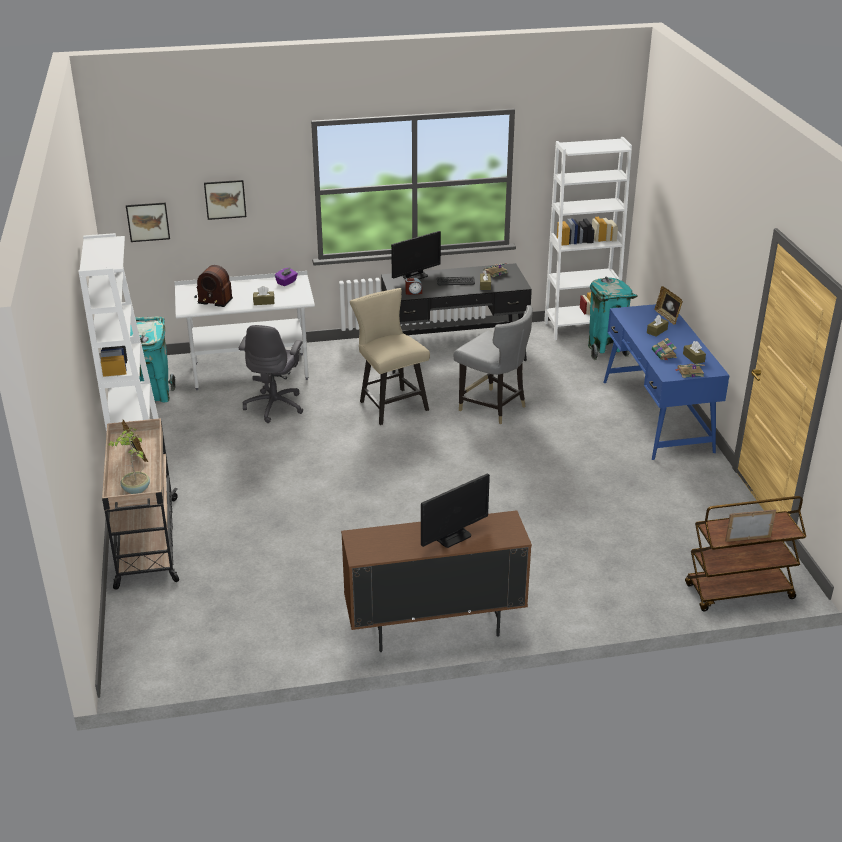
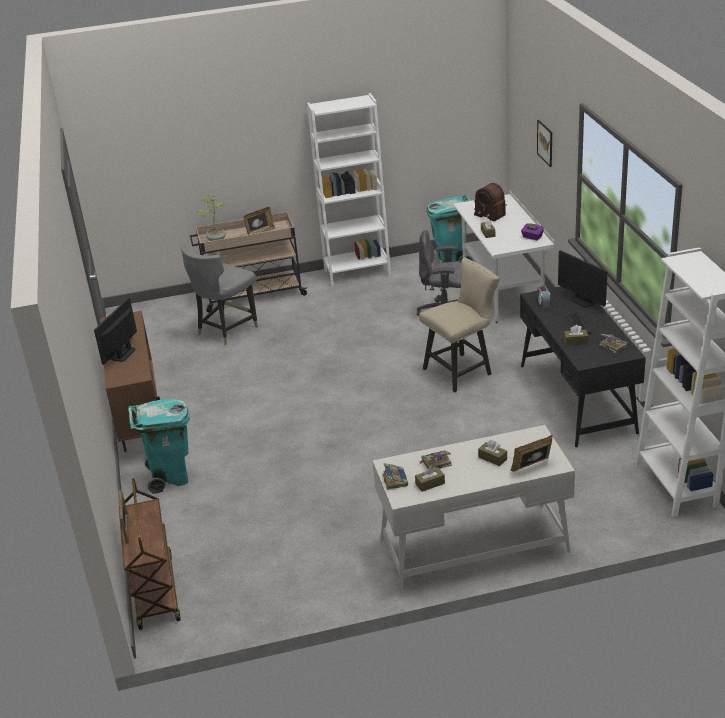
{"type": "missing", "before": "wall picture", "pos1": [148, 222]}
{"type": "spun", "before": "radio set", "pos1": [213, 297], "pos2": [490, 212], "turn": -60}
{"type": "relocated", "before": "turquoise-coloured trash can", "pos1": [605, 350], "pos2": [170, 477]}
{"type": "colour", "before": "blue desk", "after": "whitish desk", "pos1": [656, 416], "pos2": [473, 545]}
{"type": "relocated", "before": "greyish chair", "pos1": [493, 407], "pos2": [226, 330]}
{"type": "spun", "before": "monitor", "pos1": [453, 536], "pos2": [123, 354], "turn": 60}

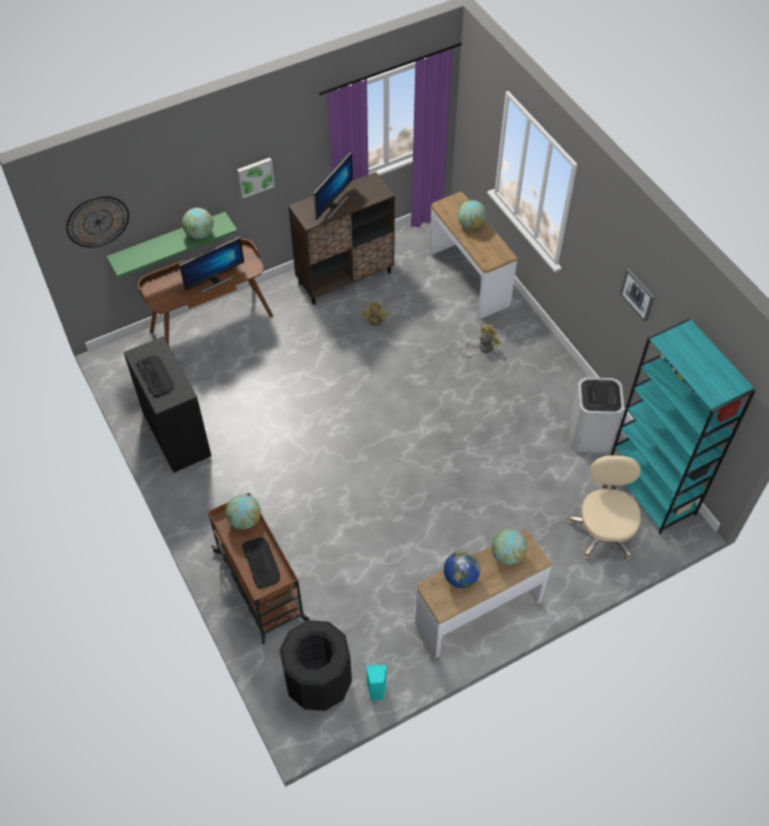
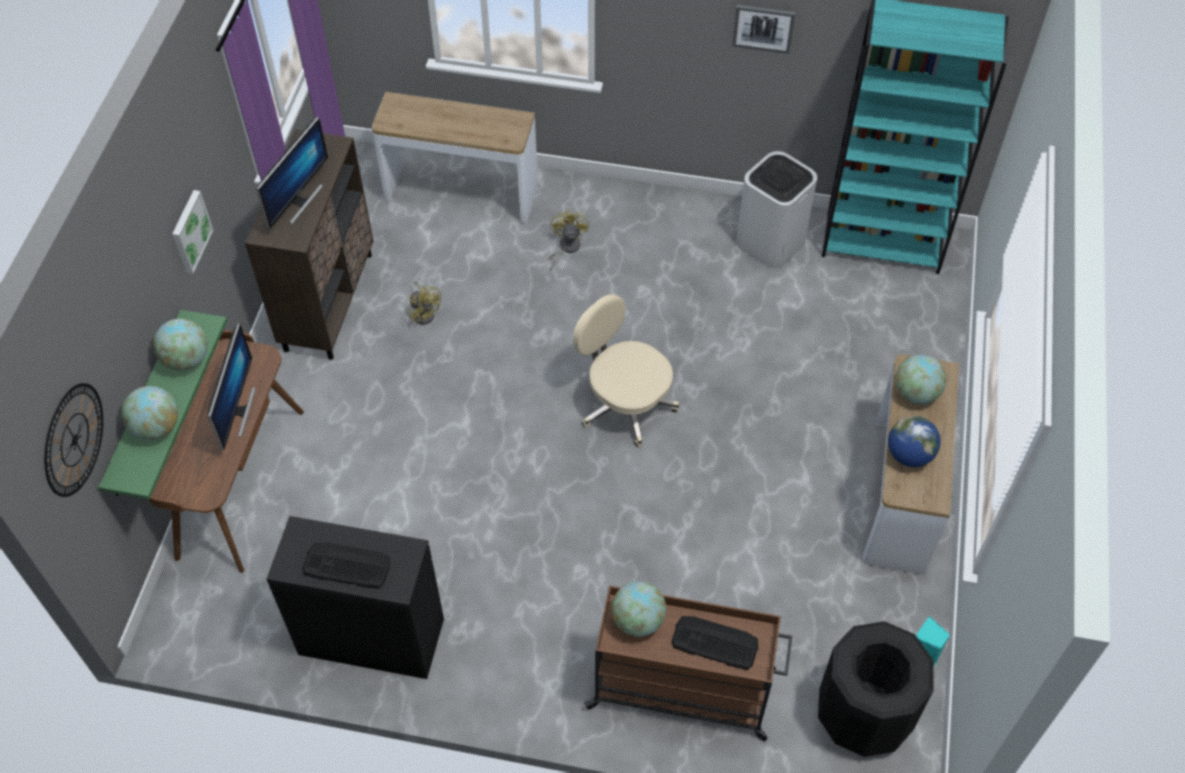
{"type": "spun", "before": "monitor", "pos1": [333, 205], "pos2": [299, 201], "turn": 45}
{"type": "relocated", "before": "world globe", "pos1": [471, 225], "pos2": [156, 427]}
{"type": "relocated", "before": "beige-coloured desk chair", "pos1": [604, 530], "pos2": [625, 404]}

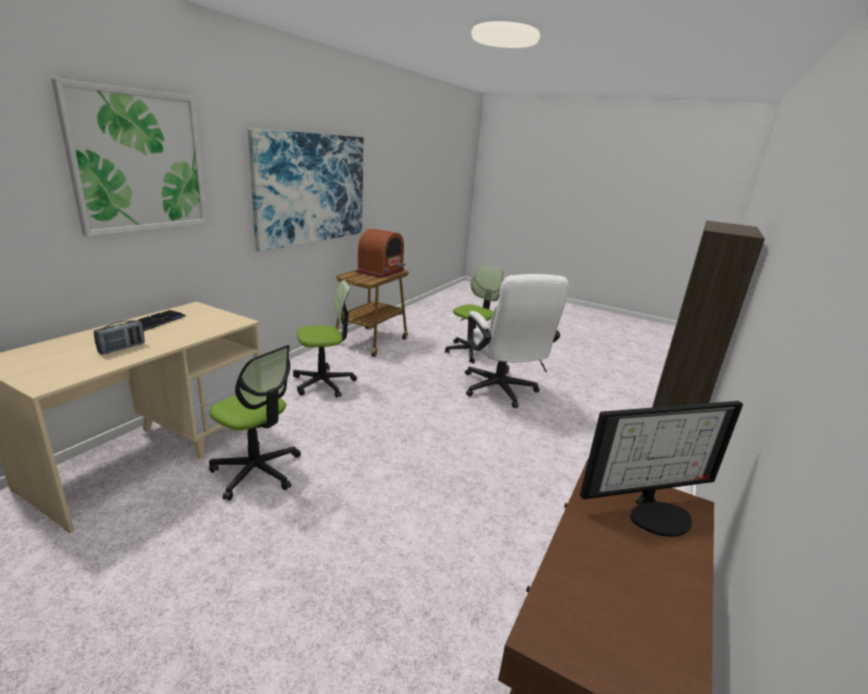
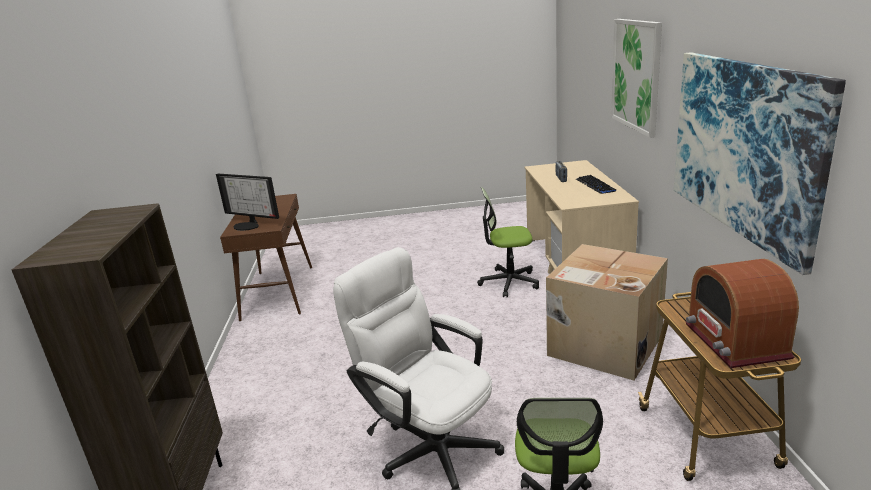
{"type": "exchanged", "before": "desk chair", "after": "packing box", "pos1": [324, 383], "pos2": [603, 345]}
{"type": "spun", "before": "monitor", "pos1": [657, 513], "pos2": [248, 225], "turn": -105}

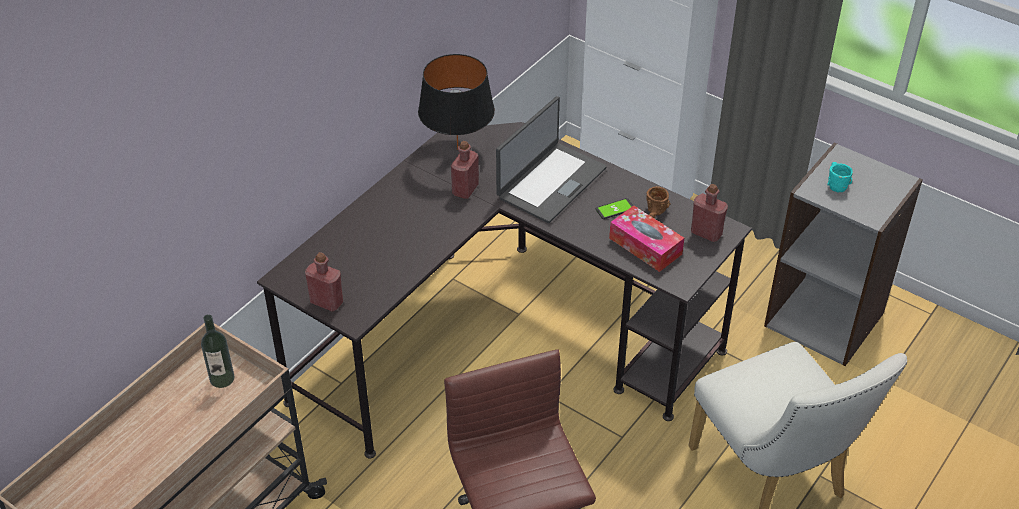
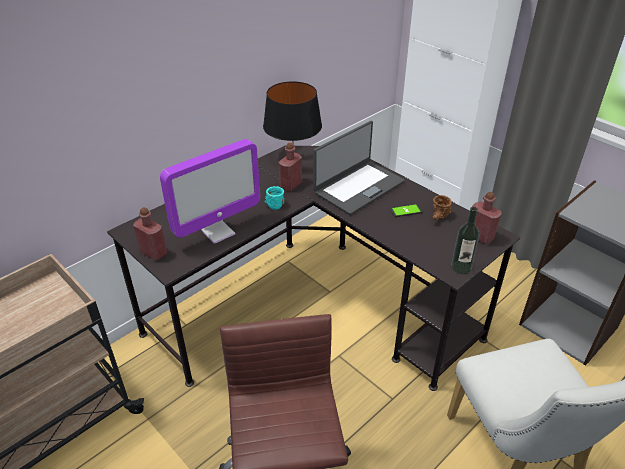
{"type": "relocated", "before": "turquoise-coloured mug", "pos1": [834, 182], "pos2": [275, 202]}
{"type": "missing", "before": "tissue holder", "pos1": [645, 246]}
{"type": "relocated", "before": "drink bottle", "pos1": [222, 378], "pos2": [461, 267]}
{"type": "appeared", "after": "monitor", "pos2": [218, 232]}

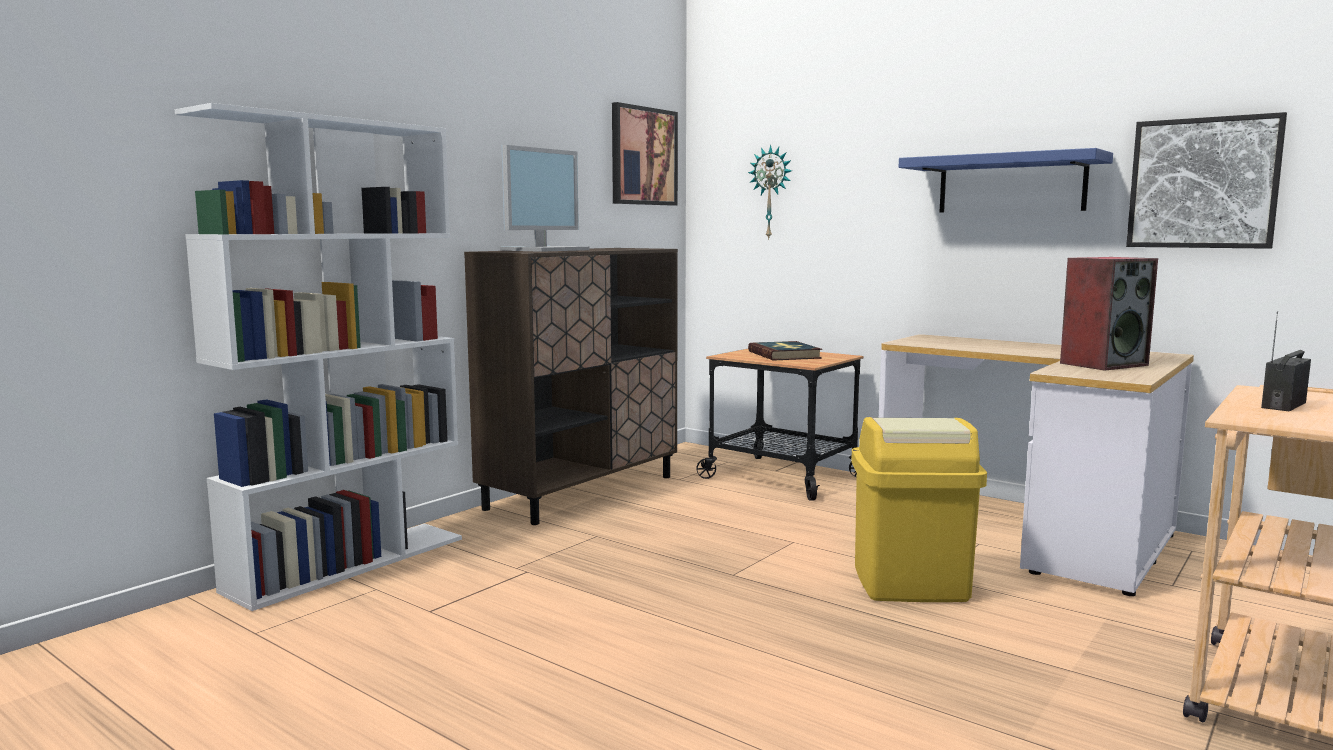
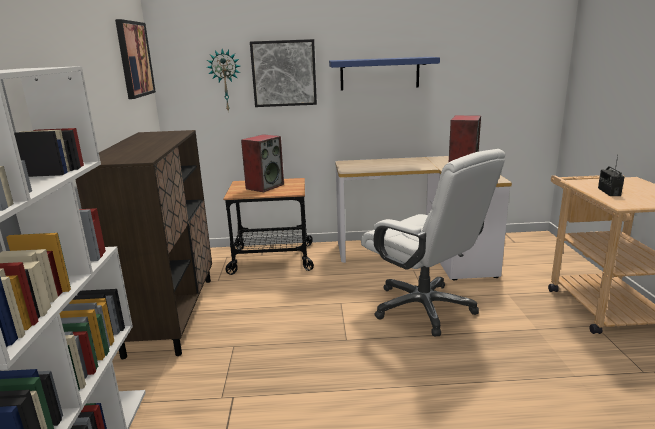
{"type": "relocated", "before": "wall picture", "pos1": [1203, 183], "pos2": [284, 73]}
{"type": "missing", "before": "monitor", "pos1": [545, 250]}
{"type": "exchanged", "before": "volume", "after": "speaker", "pos1": [784, 355], "pos2": [265, 186]}
{"type": "exchanged", "before": "yellow-coloured trash can", "after": "whitish desk chair", "pos1": [910, 584], "pos2": [424, 308]}

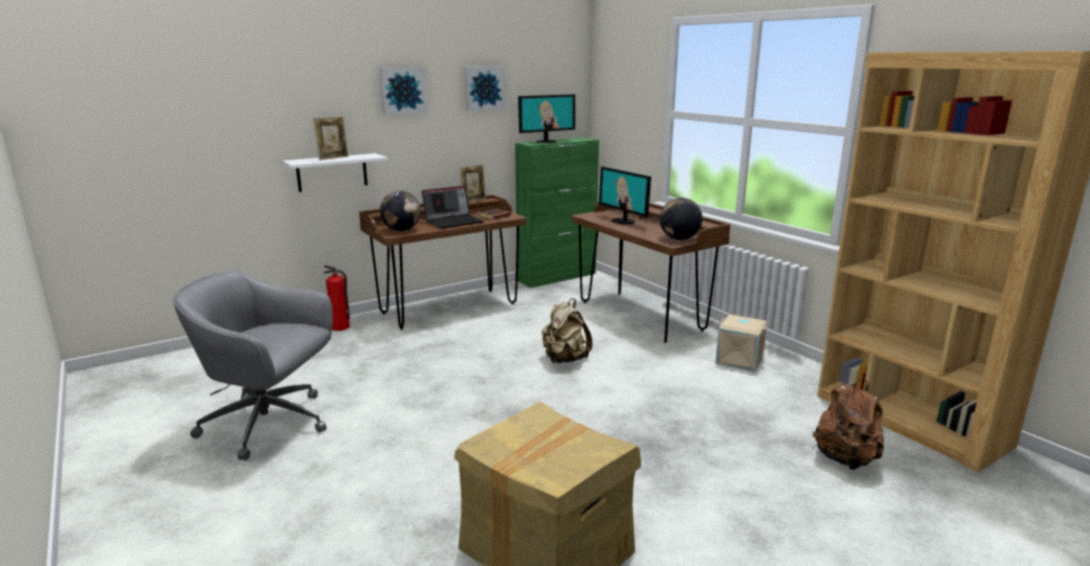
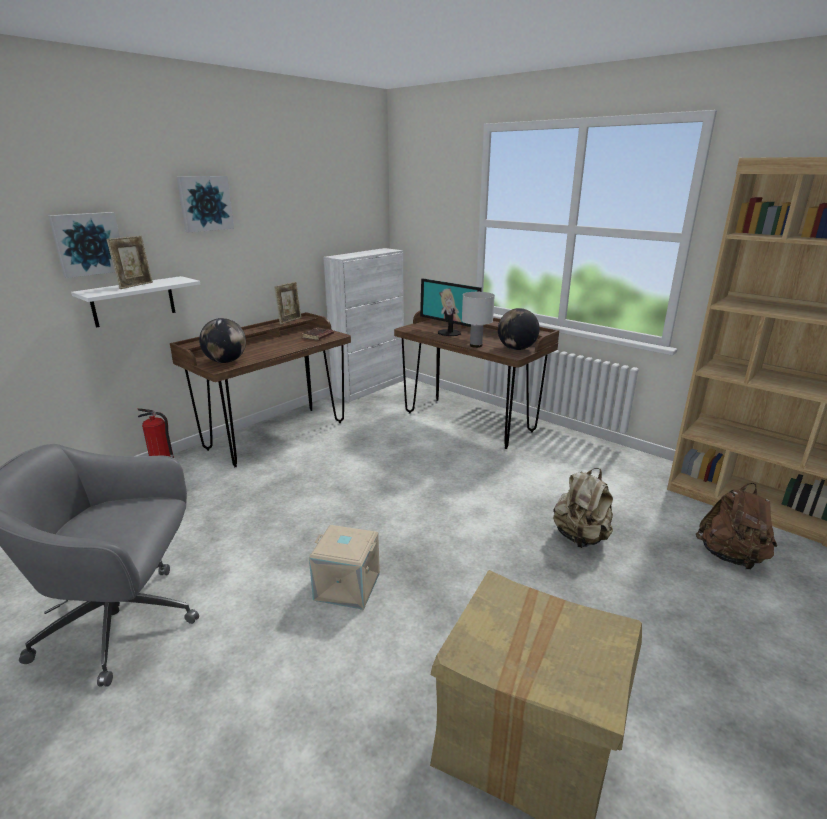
{"type": "relocated", "before": "wall picture", "pos1": [483, 88], "pos2": [88, 244]}
{"type": "missing", "before": "monitor", "pos1": [546, 141]}
{"type": "colour", "before": "green cupboard", "after": "whitish cupboard", "pos1": [557, 277], "pos2": [370, 387]}
{"type": "missing", "before": "notebook computer", "pos1": [454, 222]}
{"type": "relocated", "before": "beige-coloured knapsack", "pos1": [564, 359], "pos2": [580, 537]}
{"type": "relocated", "before": "beige-coloured storage box", "pos1": [738, 360], "pos2": [346, 587]}
{"type": "appeared", "after": "whitish table lamp", "pos2": [475, 345]}

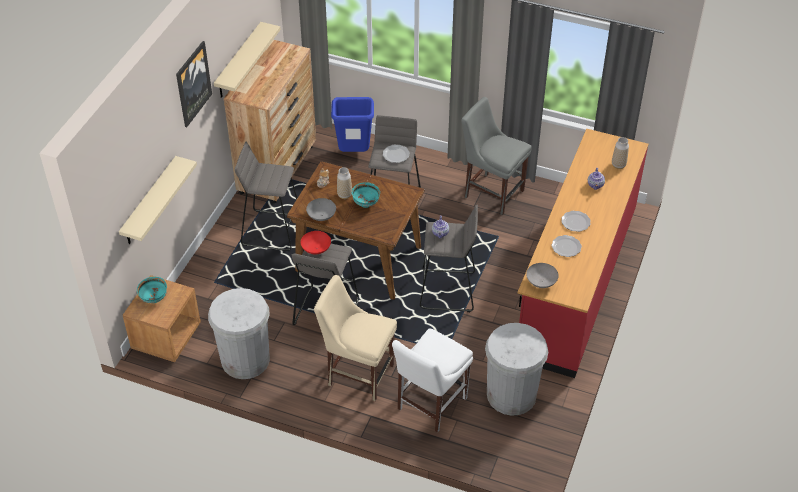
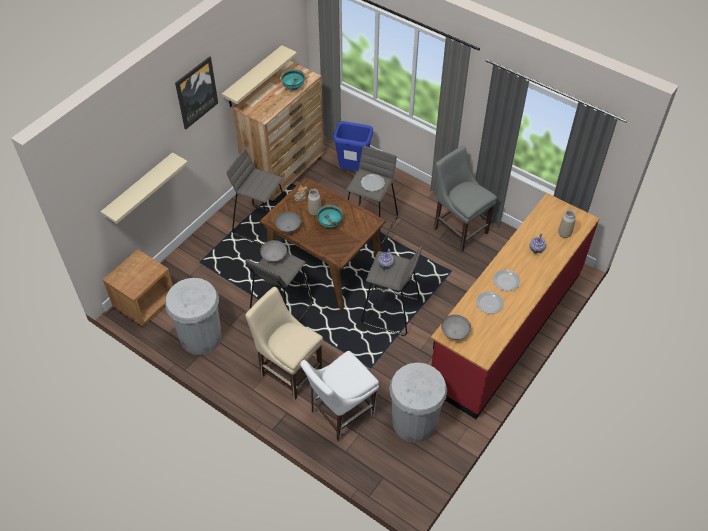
{"type": "colour", "before": "red bowl", "after": "greyish bowl", "pos1": [316, 249], "pos2": [274, 257]}
{"type": "relocated", "before": "turquoise-coloured bowl", "pos1": [154, 299], "pos2": [293, 87]}

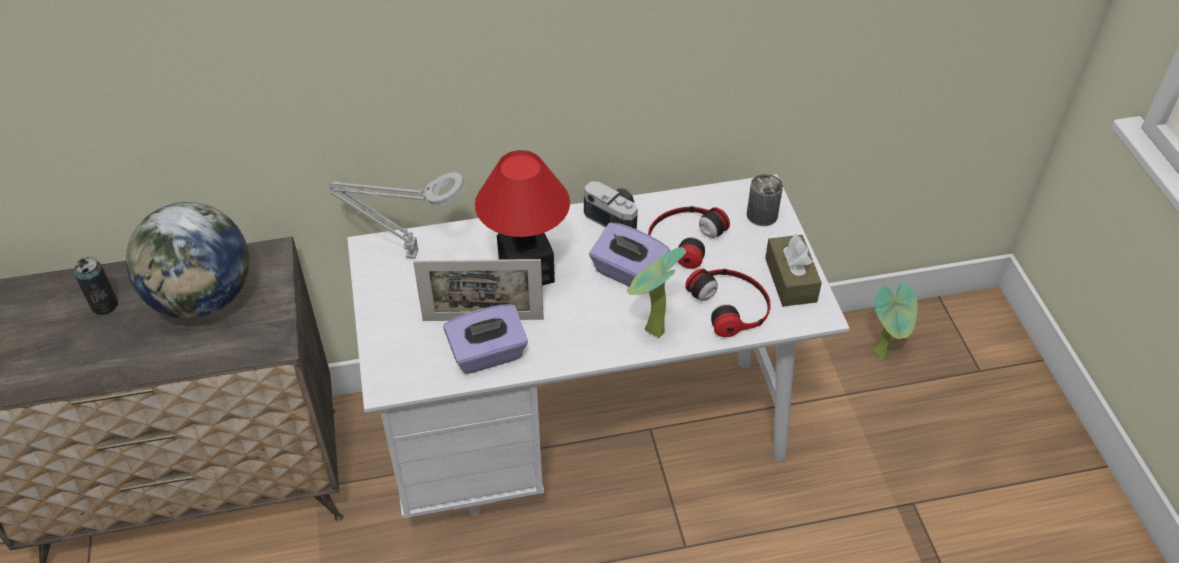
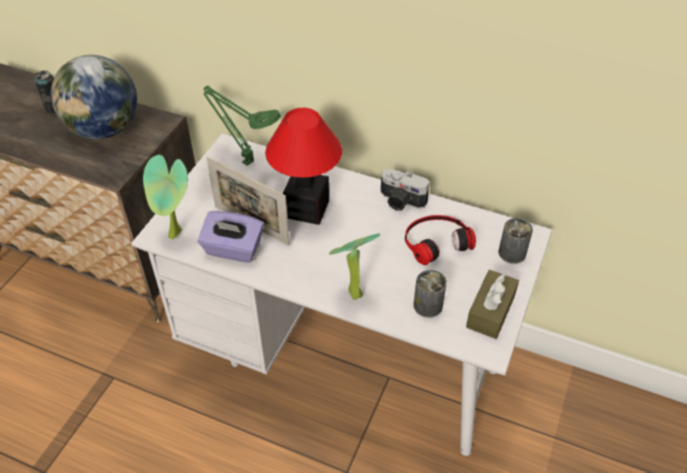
{"type": "colour", "before": "greyish table lamp", "after": "green table lamp", "pos1": [407, 254], "pos2": [245, 161]}
{"type": "spun", "before": "still camera", "pos1": [614, 217], "pos2": [401, 201], "turn": 135}
{"type": "missing", "before": "purple-coloured tissue holder", "pos1": [628, 273]}
{"type": "exchanged", "before": "pair of headphones", "after": "sealed can", "pos1": [731, 305], "pos2": [428, 305]}
{"type": "relocated", "before": "houseplant", "pos1": [883, 355], "pos2": [176, 235]}

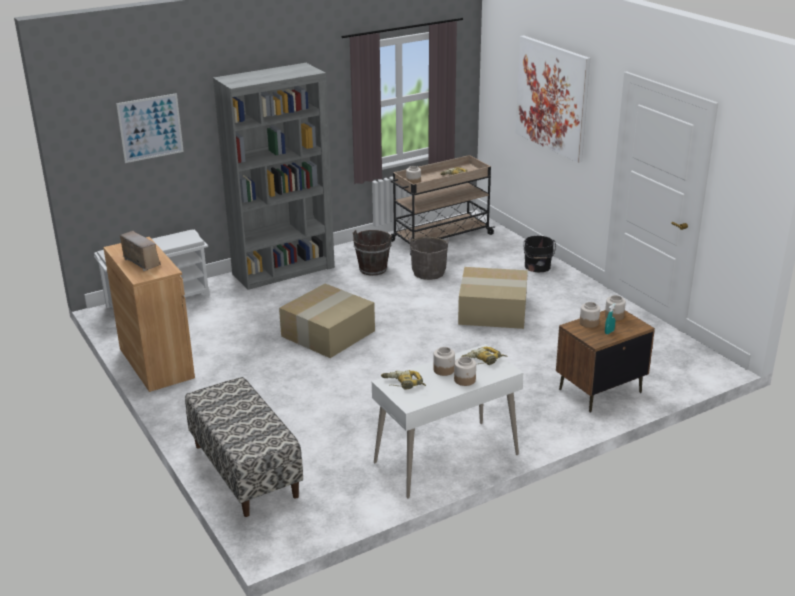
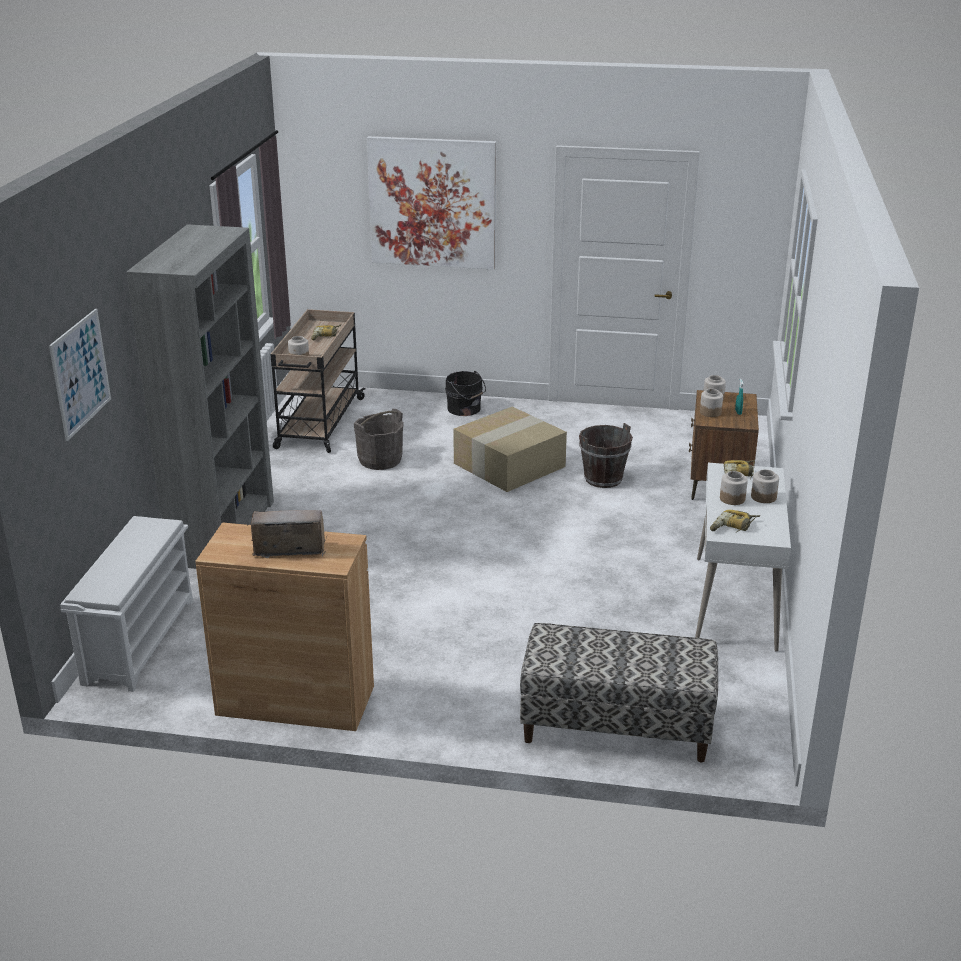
{"type": "relocated", "before": "brown pail", "pos1": [372, 269], "pos2": [603, 479]}
{"type": "missing", "before": "packing box", "pos1": [328, 333]}

